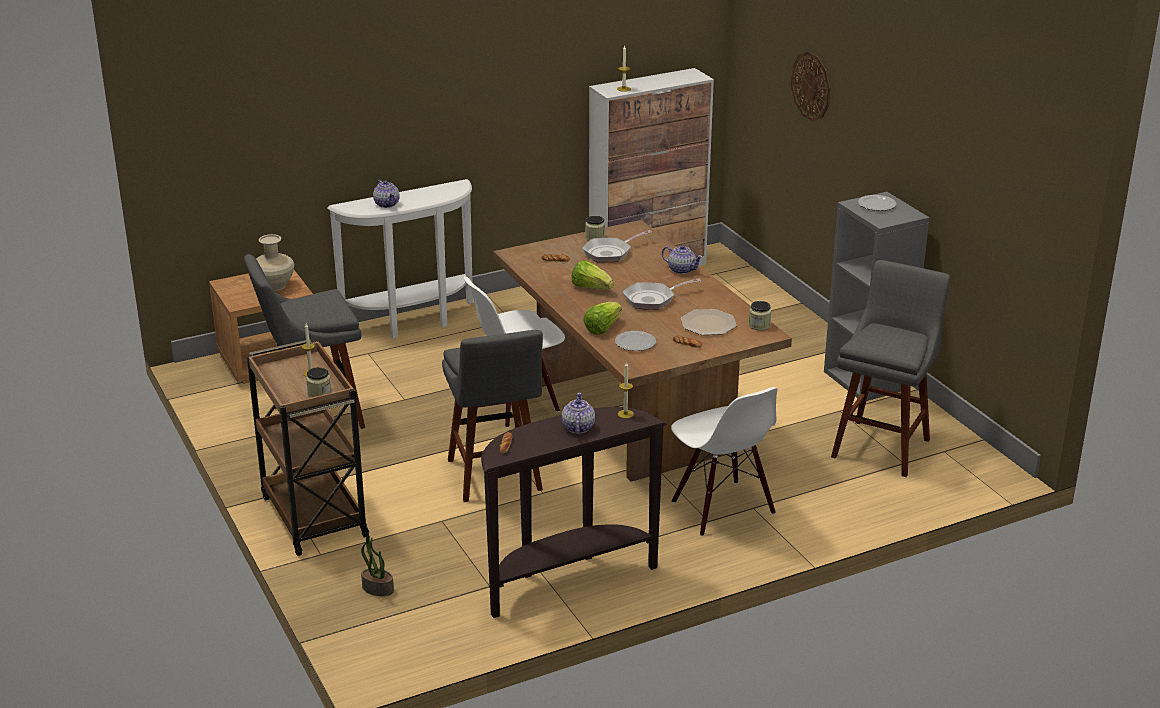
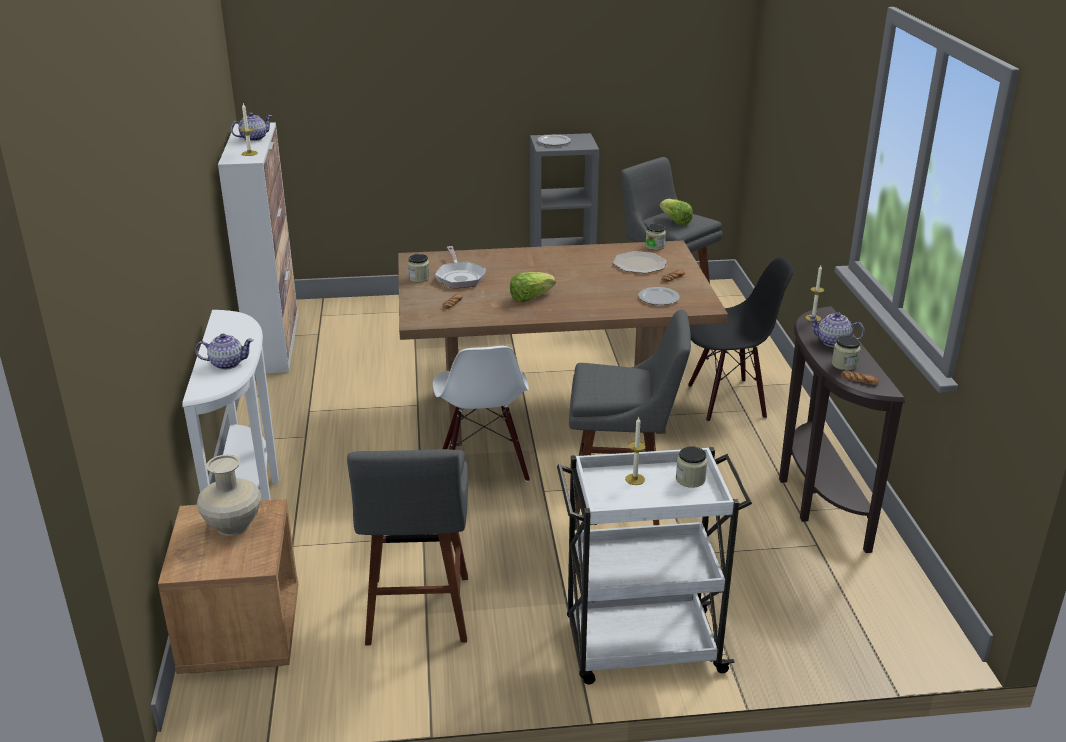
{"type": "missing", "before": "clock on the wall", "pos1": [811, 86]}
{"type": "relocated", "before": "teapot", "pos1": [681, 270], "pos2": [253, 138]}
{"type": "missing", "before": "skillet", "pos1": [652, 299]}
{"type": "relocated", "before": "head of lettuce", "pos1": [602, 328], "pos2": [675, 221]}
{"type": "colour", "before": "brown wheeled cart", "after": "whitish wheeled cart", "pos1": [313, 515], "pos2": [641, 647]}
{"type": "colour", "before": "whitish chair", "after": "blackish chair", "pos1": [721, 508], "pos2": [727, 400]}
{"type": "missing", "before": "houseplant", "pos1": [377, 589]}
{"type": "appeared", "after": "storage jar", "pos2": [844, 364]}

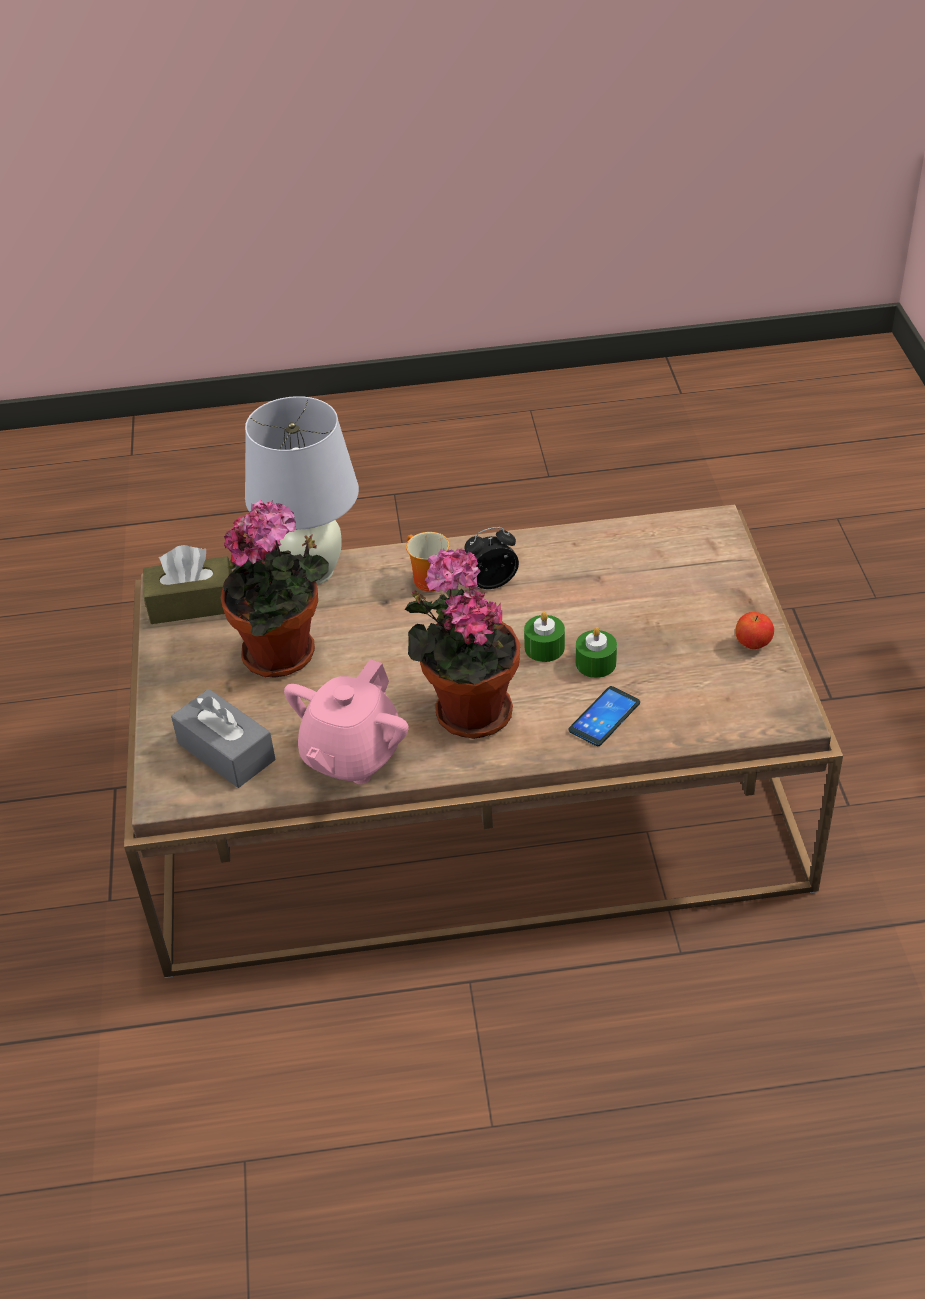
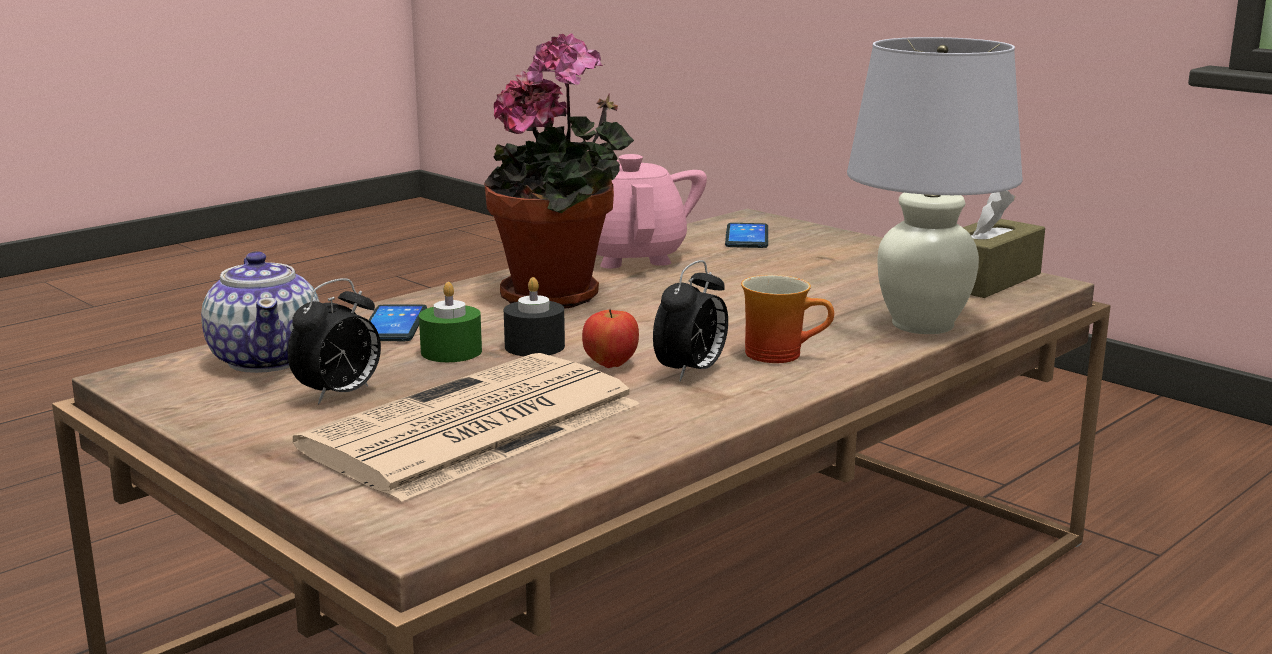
{"type": "missing", "before": "houseplant", "pos1": [286, 655]}
{"type": "colour", "before": "green wax light", "after": "blackish wax light", "pos1": [544, 648], "pos2": [534, 346]}
{"type": "relocated", "before": "whole apple", "pos1": [753, 644], "pos2": [611, 365]}
{"type": "exchanged", "before": "greyish tissue holder", "after": "phone", "pos1": [226, 751], "pos2": [746, 237]}
{"type": "appeared", "after": "teapot", "pos2": [267, 359]}
{"type": "appeared", "after": "alarm clock", "pos2": [339, 395]}
{"type": "appeared", "after": "daily paper", "pos2": [472, 428]}

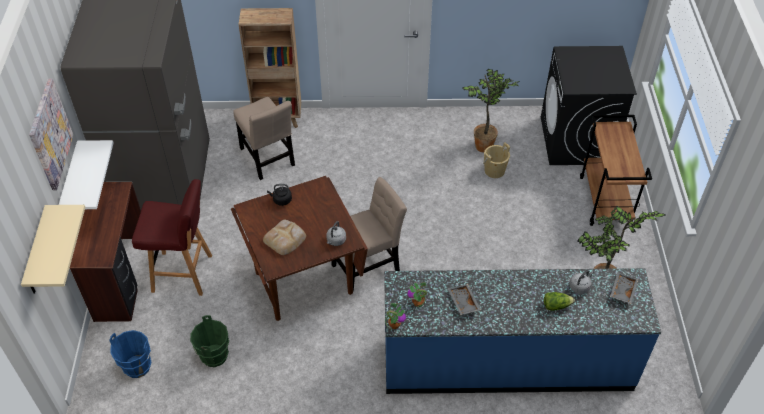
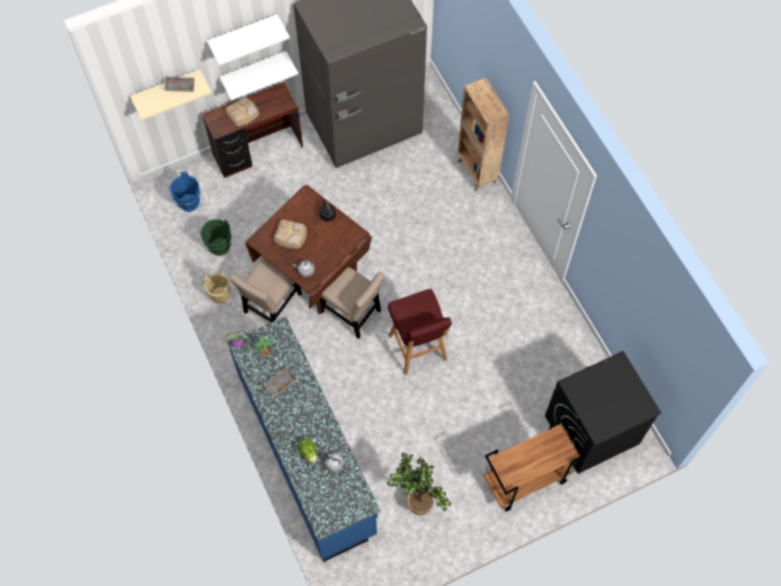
{"type": "missing", "before": "houseplant", "pos1": [485, 144]}
{"type": "exchanged", "before": "wall picture", "after": "whitish wall shelf", "pos1": [50, 134], "pos2": [243, 35]}
{"type": "relocated", "before": "beige-coloured chair", "pos1": [268, 159], "pos2": [271, 306]}
{"type": "relocated", "before": "beige-coloured pail", "pos1": [494, 171], "pos2": [220, 295]}
{"type": "relocated", "before": "red stool", "pos1": [184, 273], "pos2": [418, 349]}
{"type": "relocated", "before": "greyish tray", "pos1": [622, 290], "pos2": [180, 86]}
{"type": "appeared", "after": "baked bread", "pos2": [243, 113]}

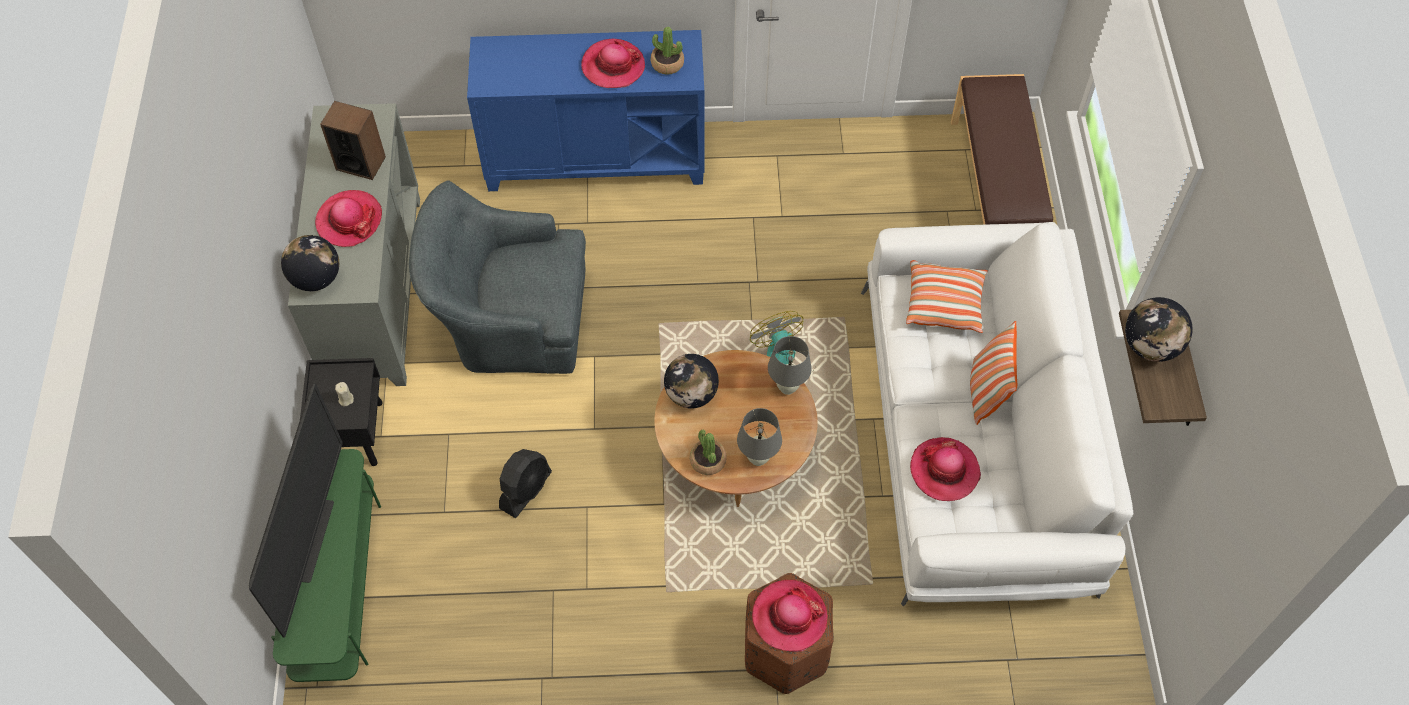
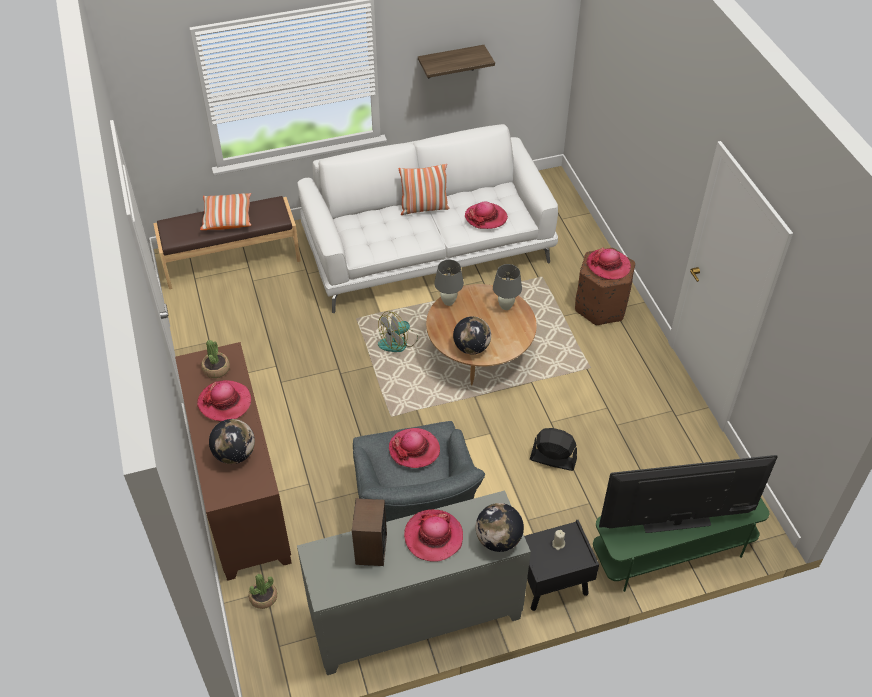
{"type": "colour", "before": "blue cupboard", "after": "brown cupboard", "pos1": [596, 158], "pos2": [241, 494]}
{"type": "relocated", "before": "cushion", "pos1": [944, 304], "pos2": [227, 218]}
{"type": "relocated", "before": "world globe", "pos1": [1150, 346], "pos2": [235, 454]}
{"type": "relocated", "before": "houseplant", "pos1": [707, 460], "pos2": [263, 597]}
{"type": "appeared", "after": "hat", "pos2": [414, 449]}

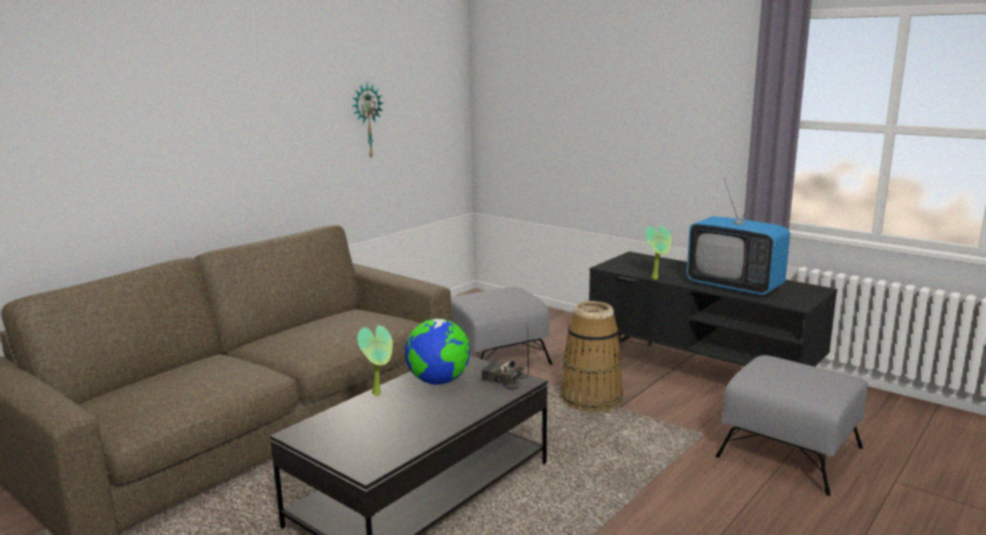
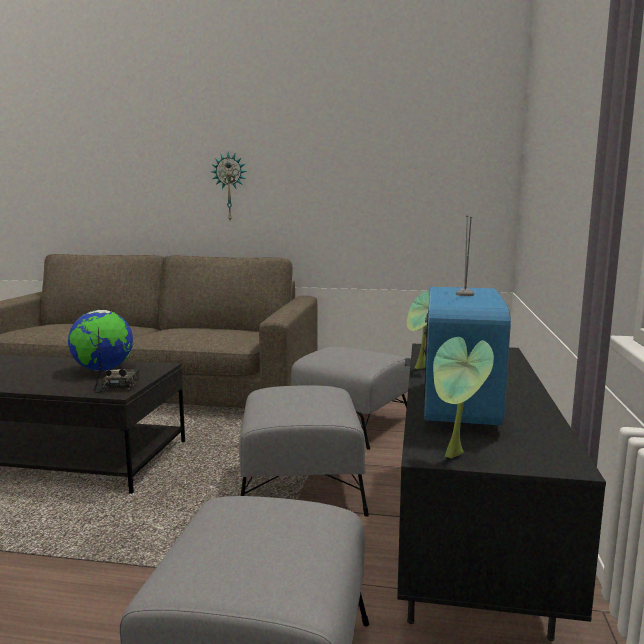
{"type": "relocated", "before": "clock on the wall", "pos1": [367, 121], "pos2": [230, 187]}
{"type": "exchanged", "before": "storage basket", "after": "greyish footrest", "pos1": [591, 399], "pos2": [301, 486]}
{"type": "relocated", "before": "houseplant", "pos1": [379, 393], "pos2": [455, 456]}

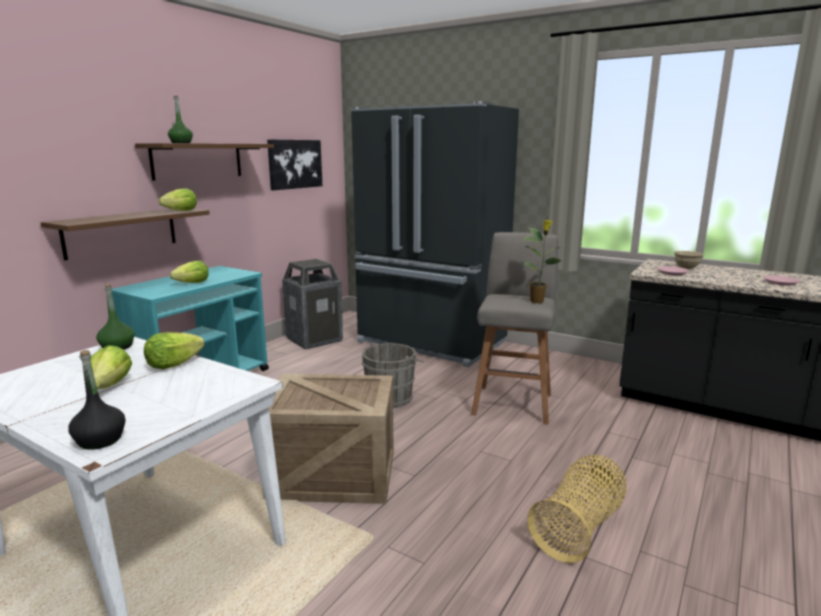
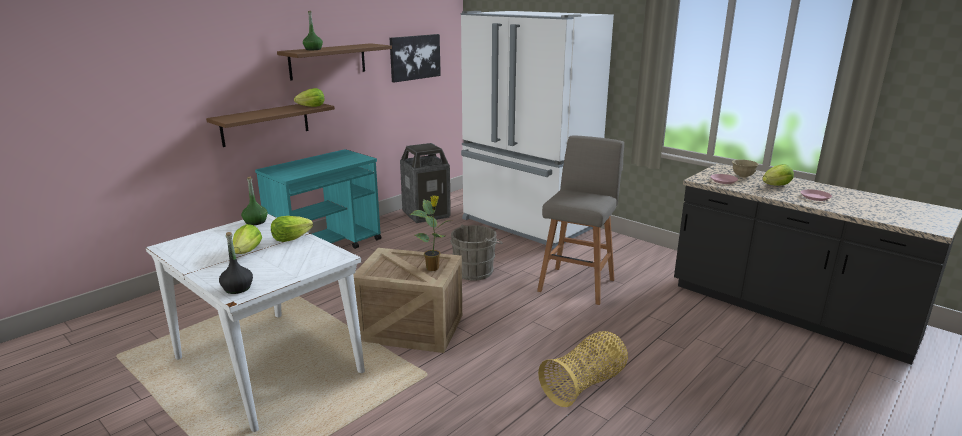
{"type": "colour", "before": "blackish refrigerator", "after": "whitish refrigerator", "pos1": [430, 343], "pos2": [527, 224]}
{"type": "relocated", "before": "houseplant", "pos1": [538, 301], "pos2": [433, 268]}
{"type": "relocated", "before": "head of lettuce", "pos1": [193, 283], "pos2": [776, 186]}

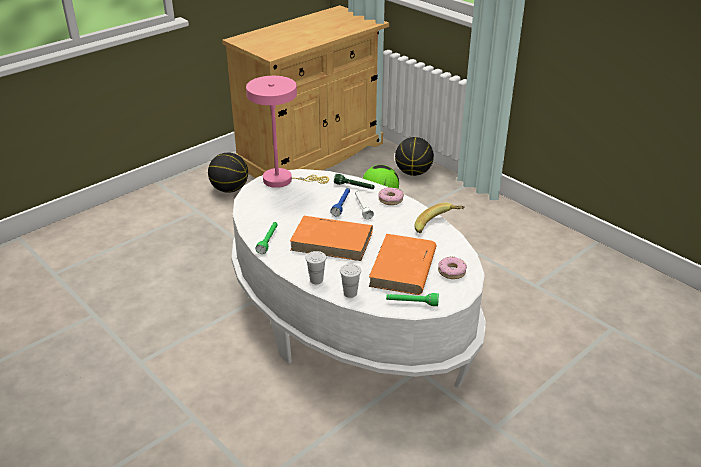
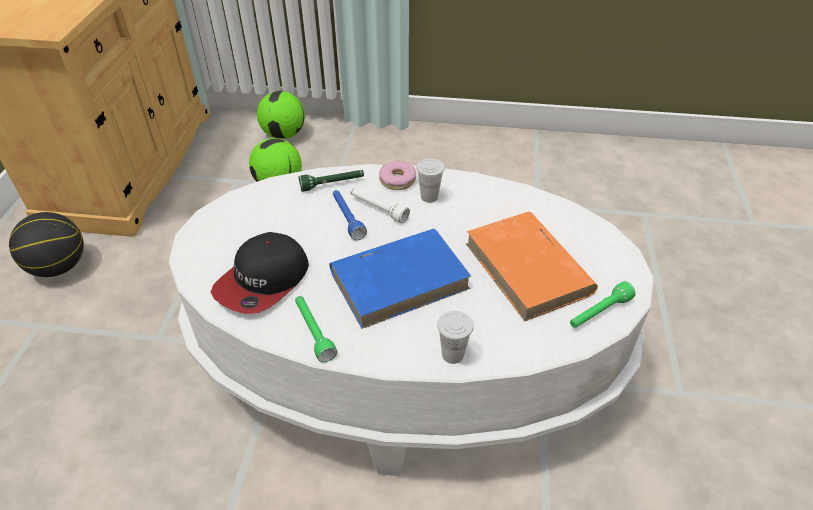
{"type": "missing", "before": "pinkish table lamp", "pos1": [283, 180]}
{"type": "exchanged", "before": "basketball", "after": "ball for football", "pos1": [413, 173], "pos2": [284, 134]}
{"type": "missing", "before": "banana", "pos1": [438, 227]}
{"type": "colour", "before": "orange-coloured volume", "after": "blue volume", "pos1": [332, 241], "pos2": [400, 280]}
{"type": "missing", "before": "doughnut", "pos1": [451, 271]}
{"type": "relocated", "before": "whitish drinking cup", "pos1": [350, 293], "pos2": [429, 197]}
{"type": "appeared", "after": "peaked cap", "pos2": [263, 281]}

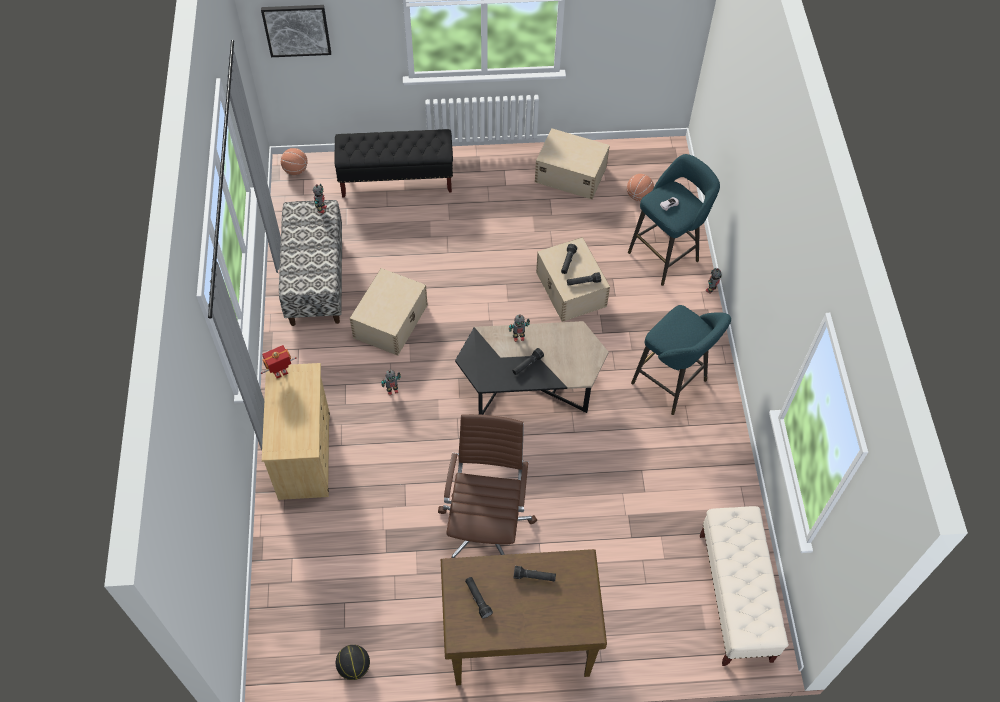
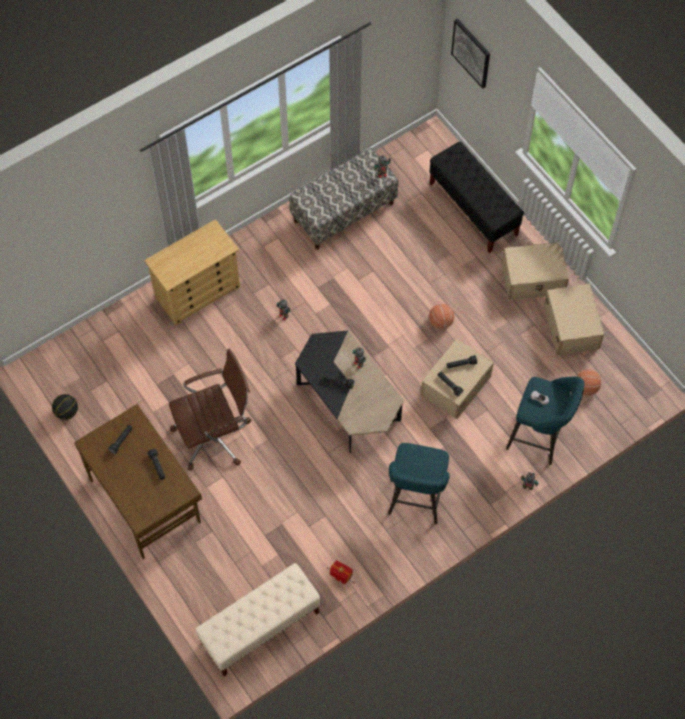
{"type": "relocated", "before": "basketball", "pos1": [295, 170], "pos2": [440, 322]}
{"type": "relocated", "before": "beige-coloured storage box", "pos1": [391, 320], "pos2": [533, 279]}
{"type": "relocated", "before": "robot figure", "pos1": [281, 373], "pos2": [341, 579]}

